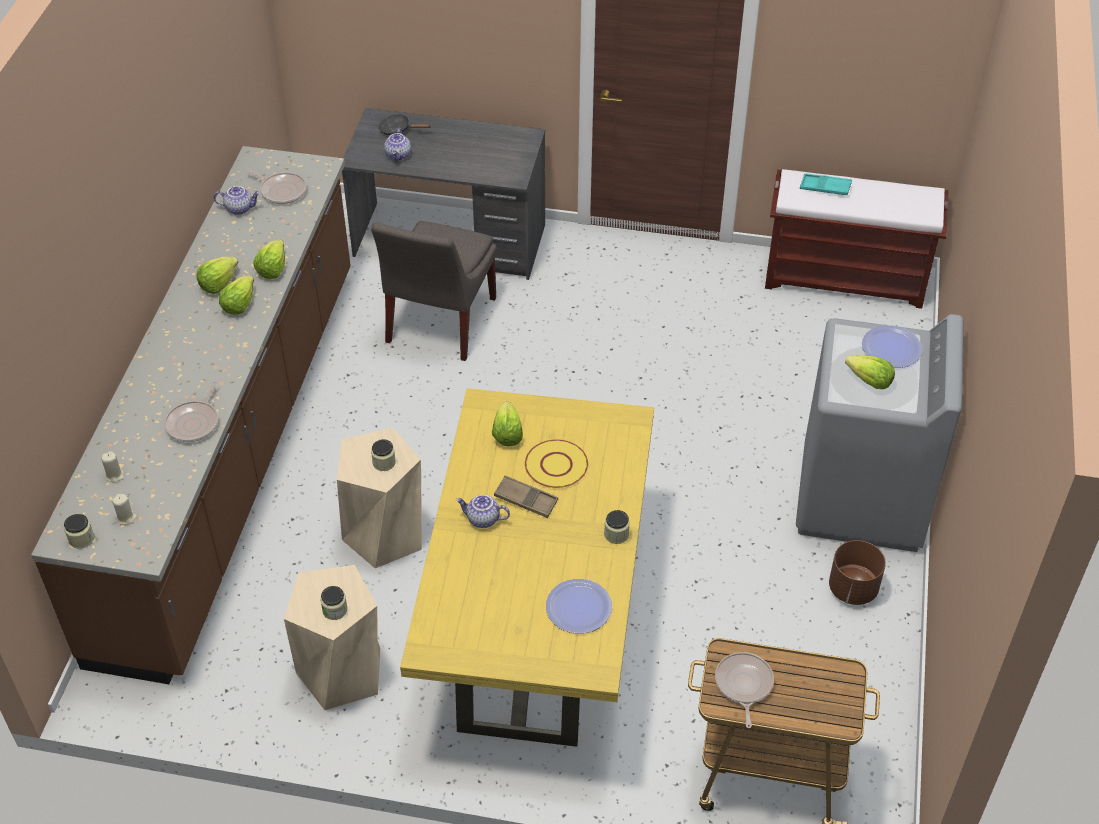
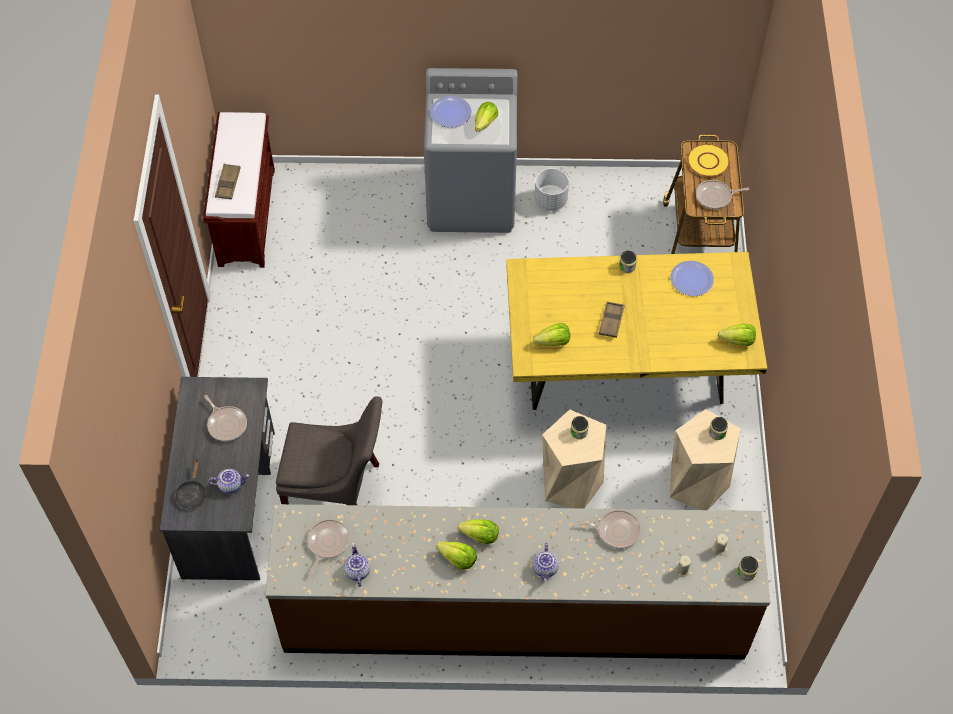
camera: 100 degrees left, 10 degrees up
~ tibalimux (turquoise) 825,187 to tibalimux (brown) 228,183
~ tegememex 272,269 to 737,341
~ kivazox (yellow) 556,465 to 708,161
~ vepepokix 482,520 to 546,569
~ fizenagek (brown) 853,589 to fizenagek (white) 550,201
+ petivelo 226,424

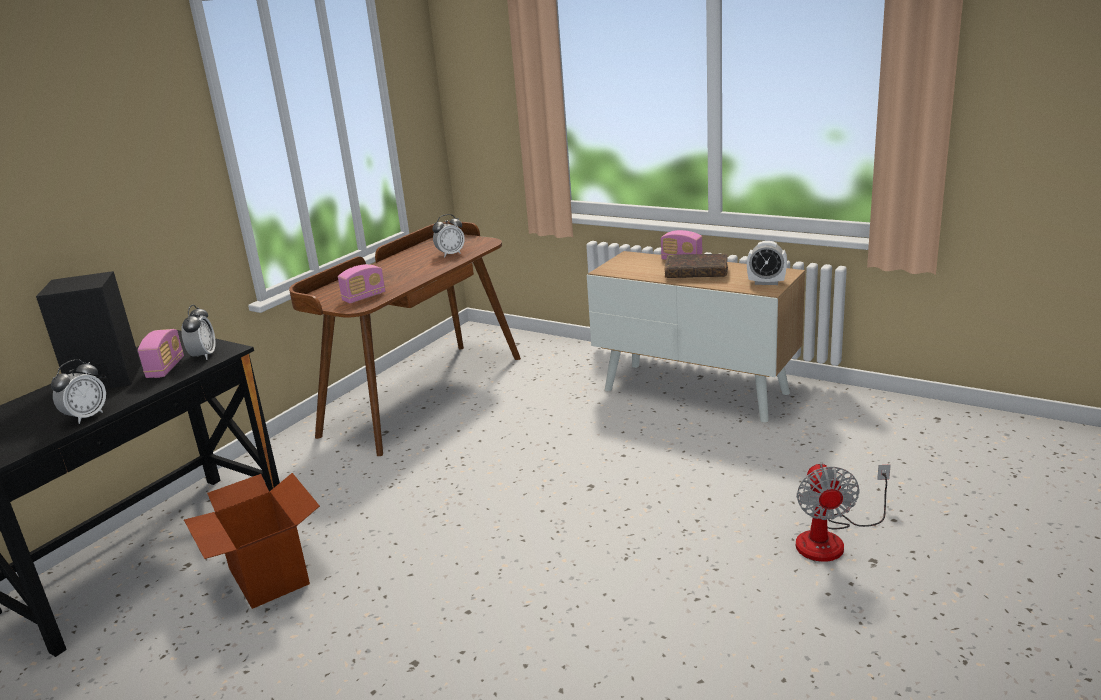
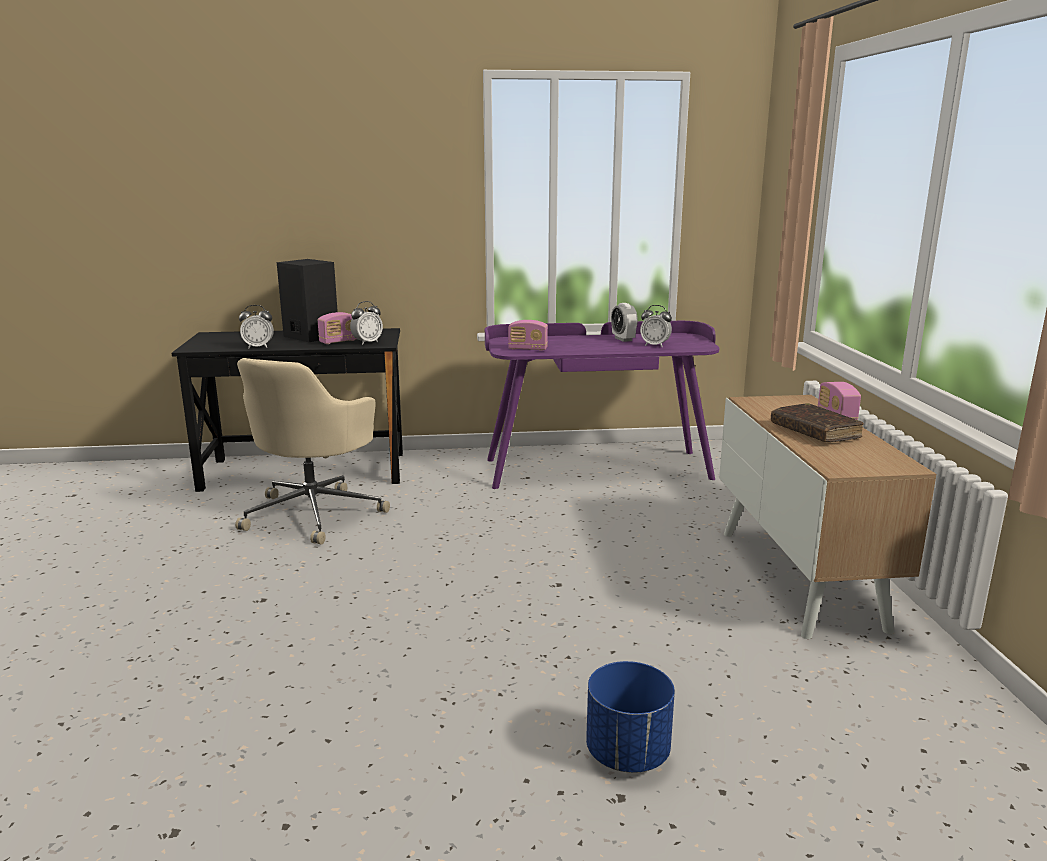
camera: 50 degrees right, 5 degrees down
~ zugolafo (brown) 423,394 to zugolafo (purple) 597,468
~ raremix 766,282 to 623,339
~ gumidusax 831,539 to fizenagek (blue) 628,753
~ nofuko 267,577 to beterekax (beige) 315,513

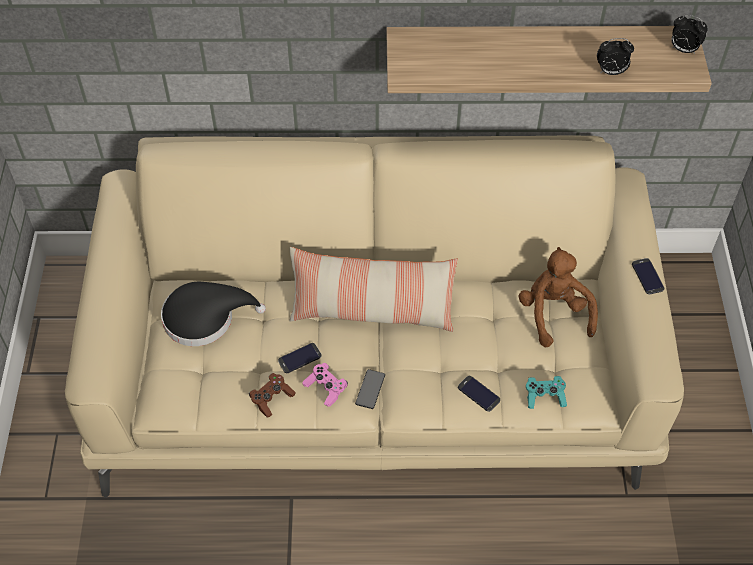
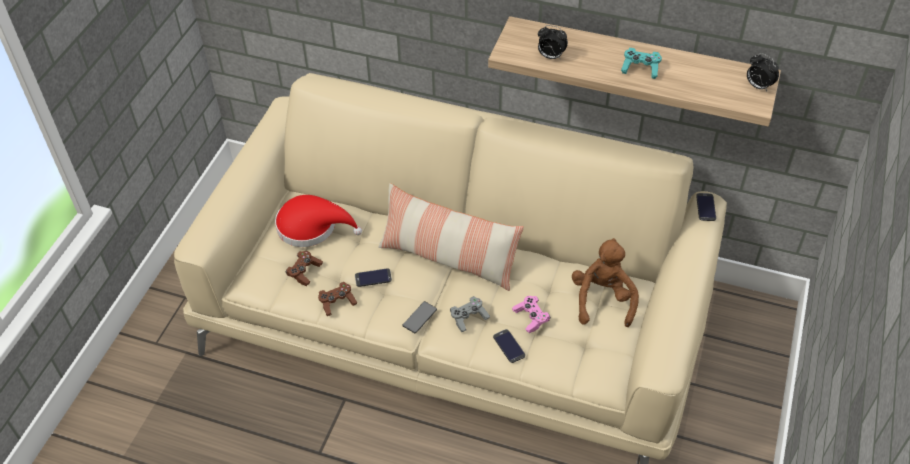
camera: 20 degrees right, 5 degrees down
~ raremix 611,72 to 550,57
~ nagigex 647,276 to 706,207
~ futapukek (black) 205,317 to futapukek (red) 312,226
~ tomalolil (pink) 326,388 to 531,318
~ tomalolil (turquoise) 544,396 to 640,69
+ tomalolil (brown) 304,272
+ tomalolil (grey) 468,318

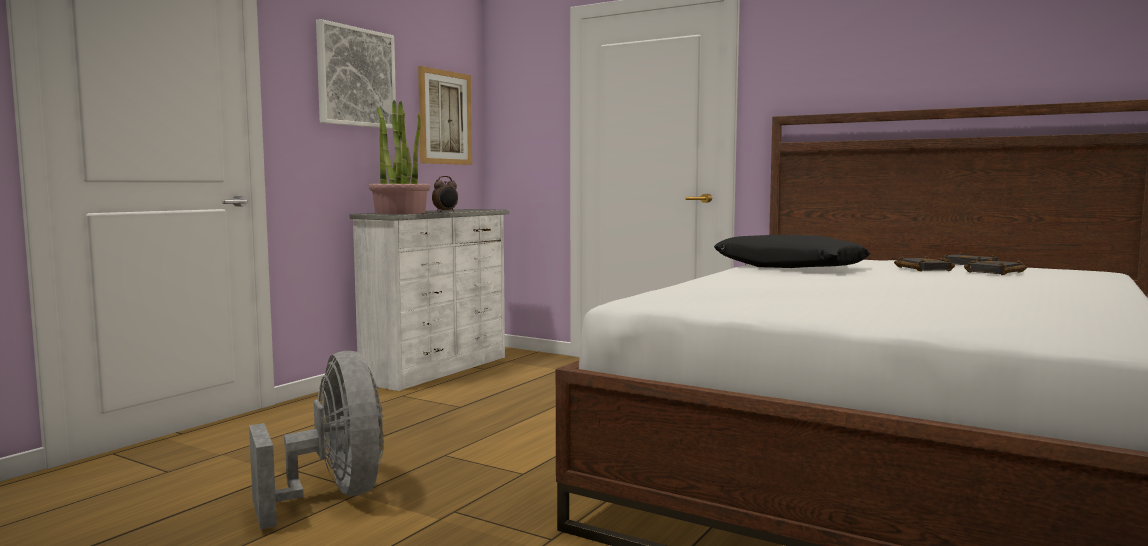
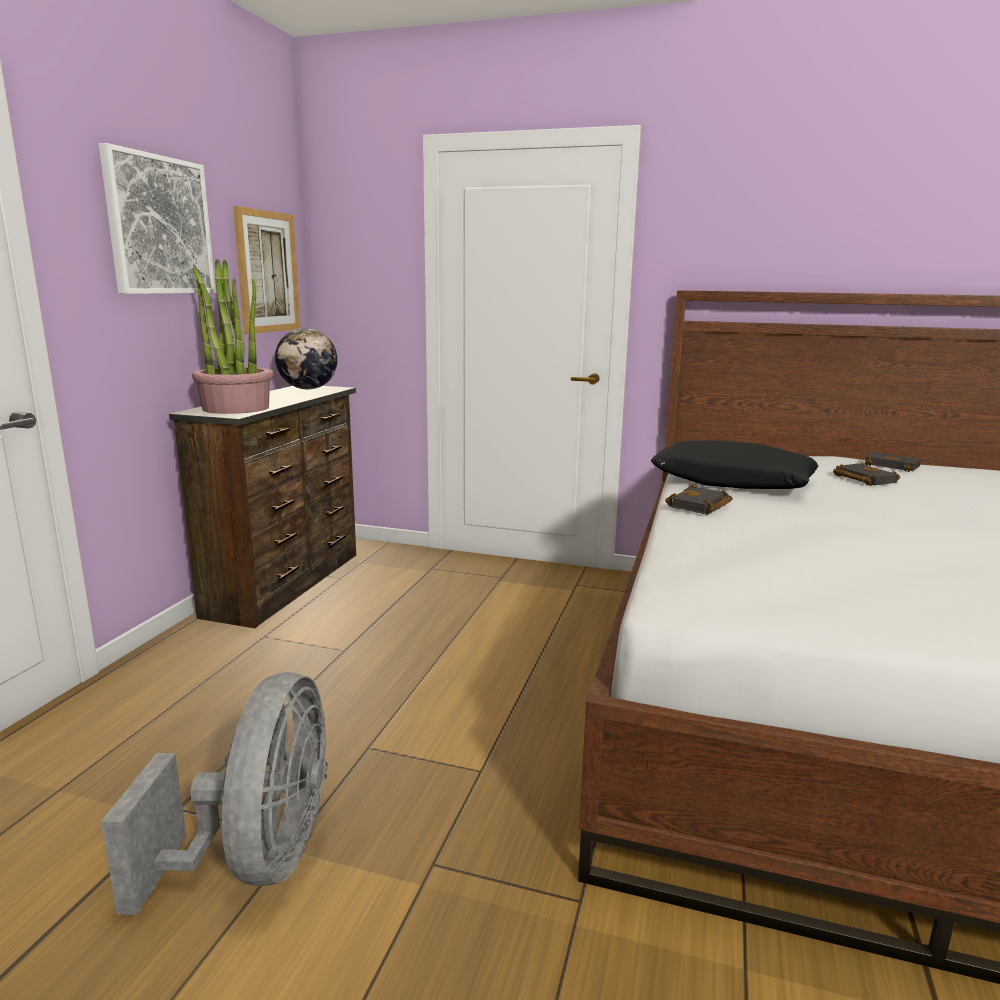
camera: 15 degrees left, 10 degrees up
- raremix 445,211
~ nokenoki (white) 439,369 to nokenoki (brown) 288,583
~ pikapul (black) 996,272 to 700,506
~ gumidusax (grey) 334,496 = 258,859 45 degrees clockwise
+ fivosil 308,389

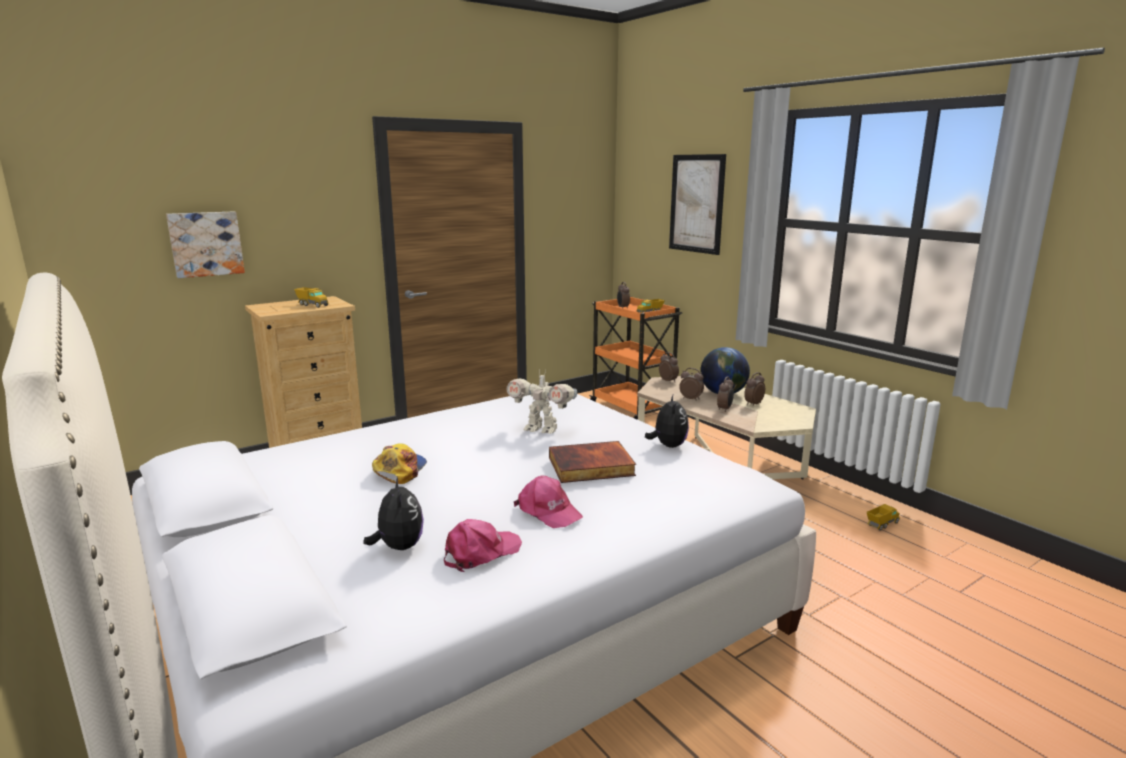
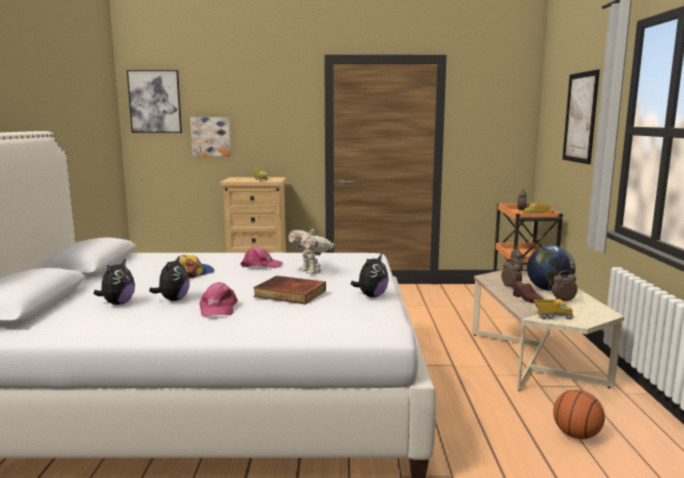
camera: 35 degrees right, 5 degrees down
~ raremix 725,409 to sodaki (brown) 527,299
~ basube 882,525 to 552,317
~ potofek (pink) 480,553 to 261,265
+ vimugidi 155,101
+ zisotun 173,299
+ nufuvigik 576,435

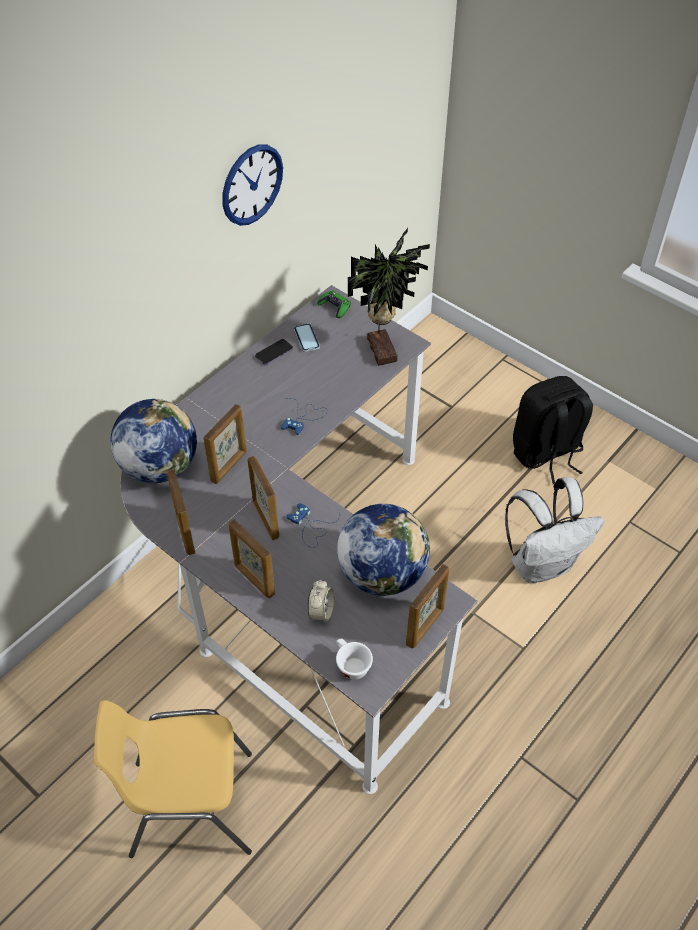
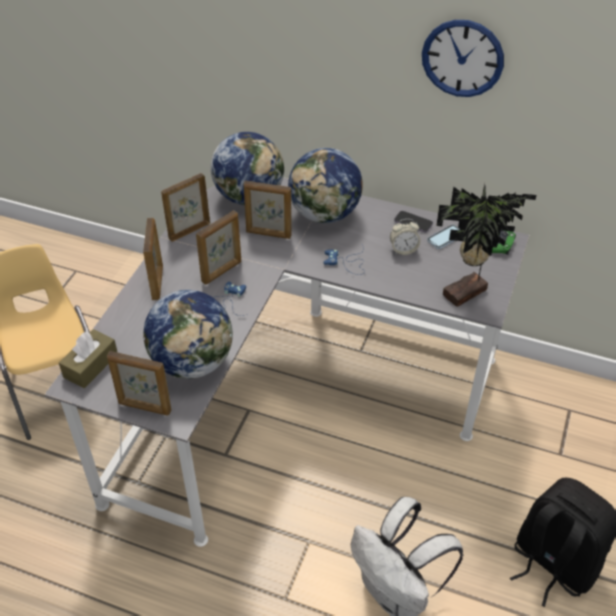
camera: 70 degrees right, 5 degrees down
~ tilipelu 254,580 = 157,282 150 degrees clockwise
~ raremix 321,612 to 403,250
~ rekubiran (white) 350,665 to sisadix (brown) 91,365
+ fivosil 325,214

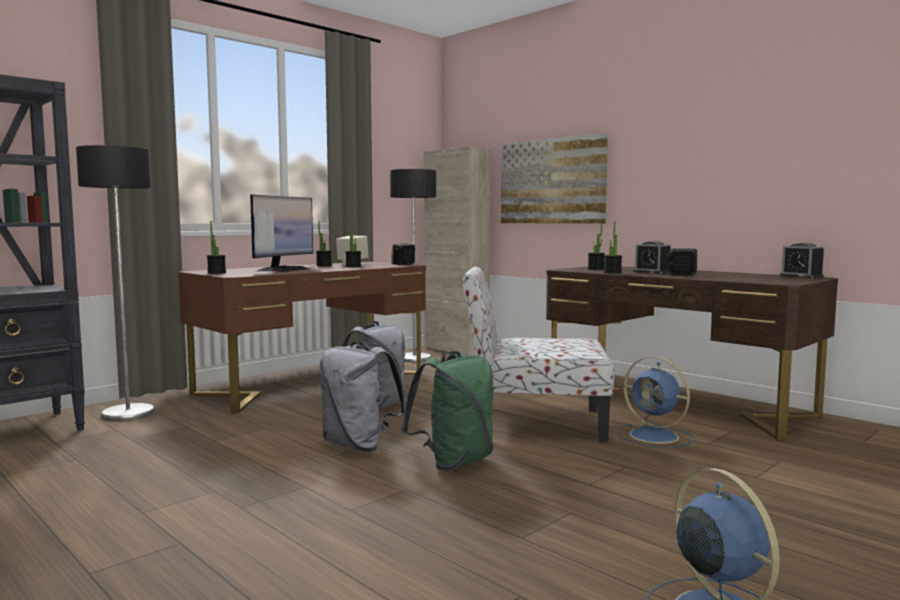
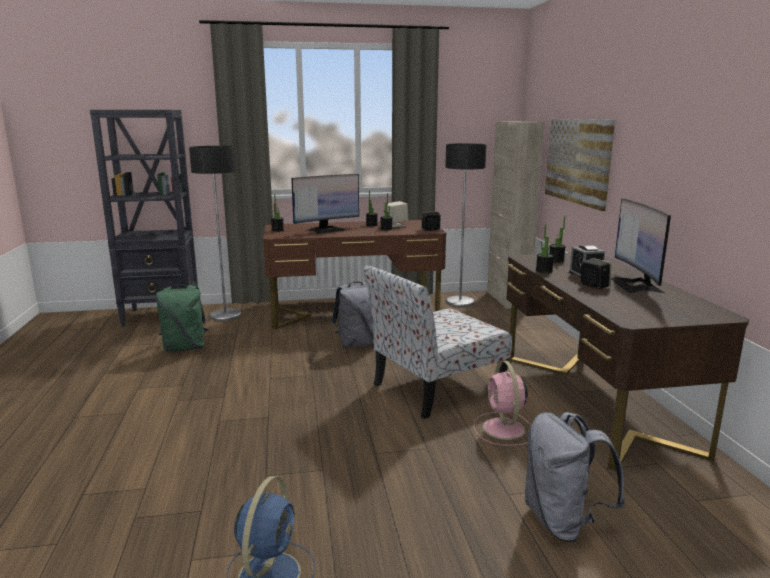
camera: 35 degrees right, 10 degrees up
- raremix 801,276
~ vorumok 534,423 = 435,389 75 degrees counterclockwise
~ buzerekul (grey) 359,445 to 563,522
~ buzerekul (green) 454,462 to 185,348
~ gumidusax (blue) 656,436 to gumidusax (pink) 504,430
+ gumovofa 636,285

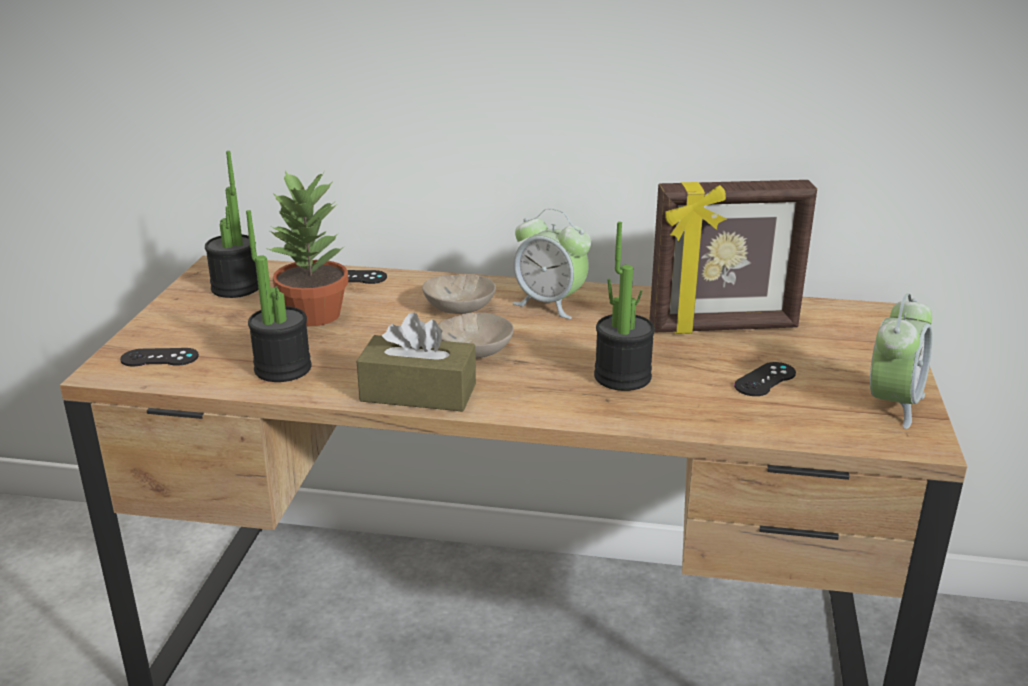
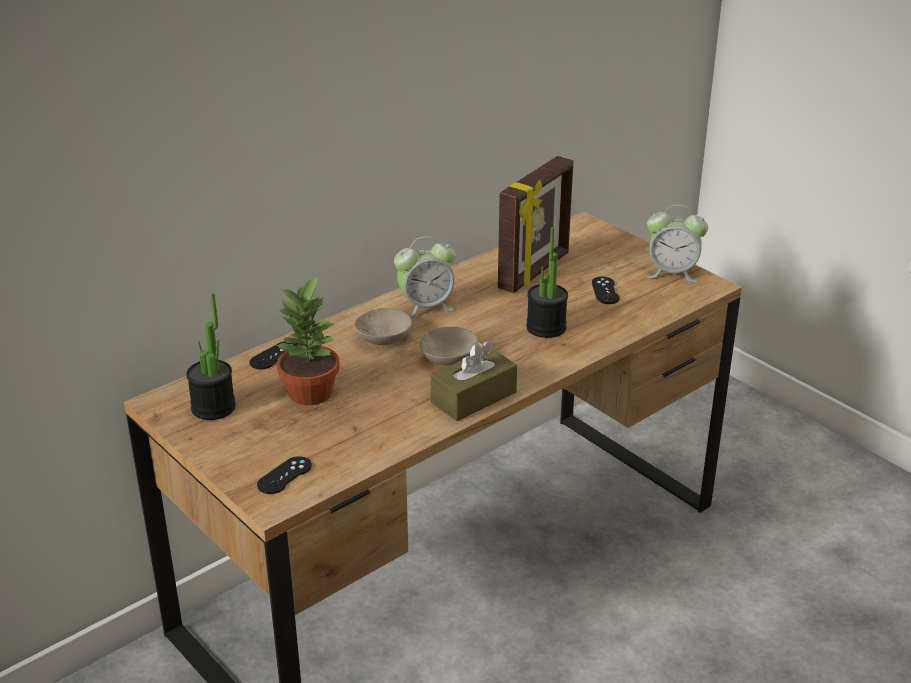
camera: 50 degrees left, 5 degrees up
- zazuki 283,369
~ raremix 893,404 = 672,273 120 degrees clockwise

